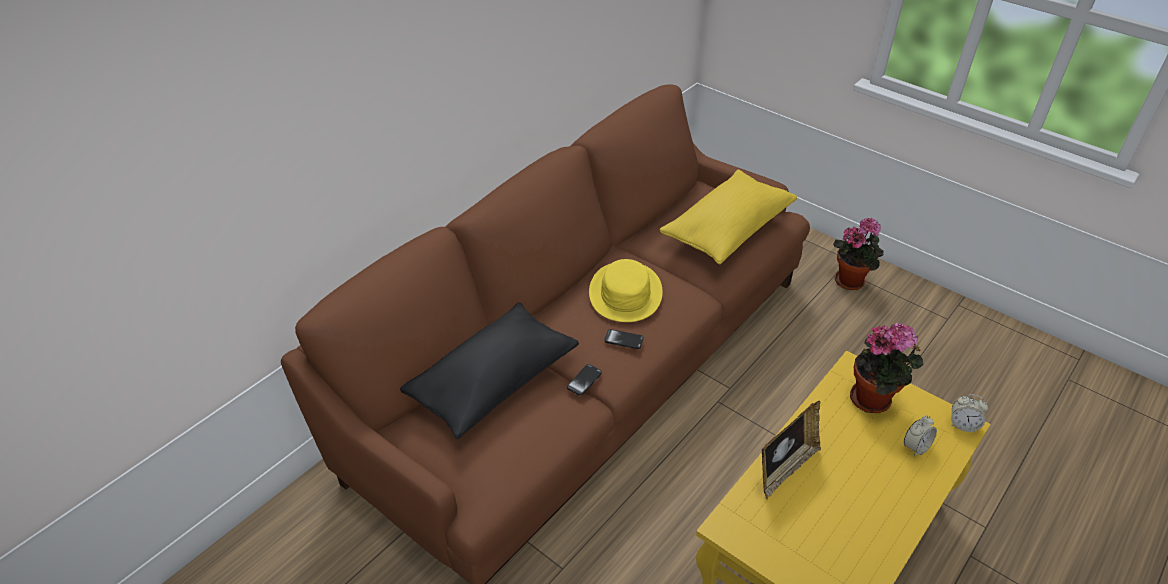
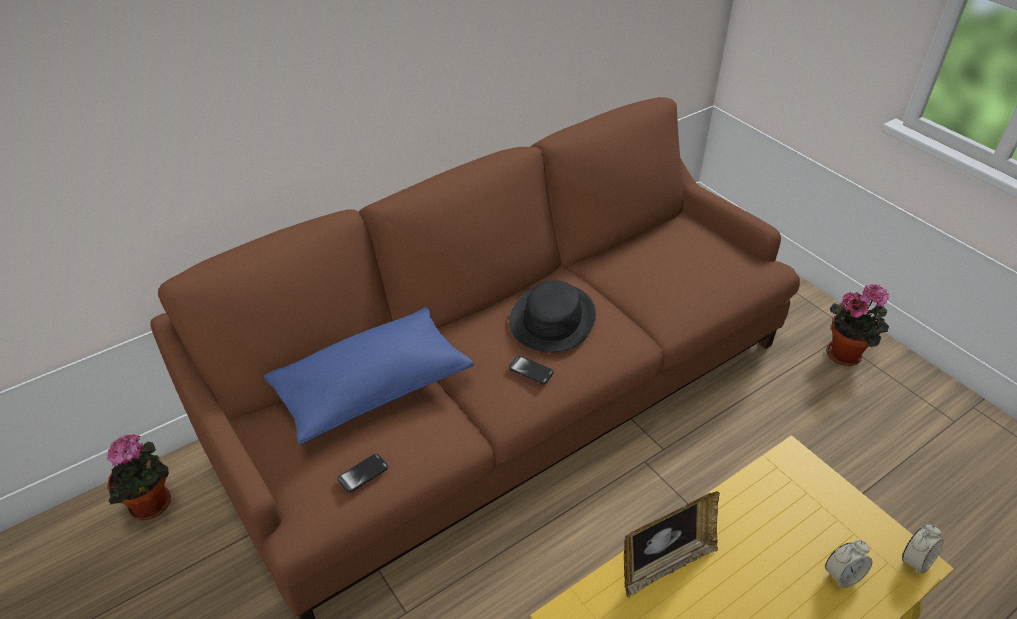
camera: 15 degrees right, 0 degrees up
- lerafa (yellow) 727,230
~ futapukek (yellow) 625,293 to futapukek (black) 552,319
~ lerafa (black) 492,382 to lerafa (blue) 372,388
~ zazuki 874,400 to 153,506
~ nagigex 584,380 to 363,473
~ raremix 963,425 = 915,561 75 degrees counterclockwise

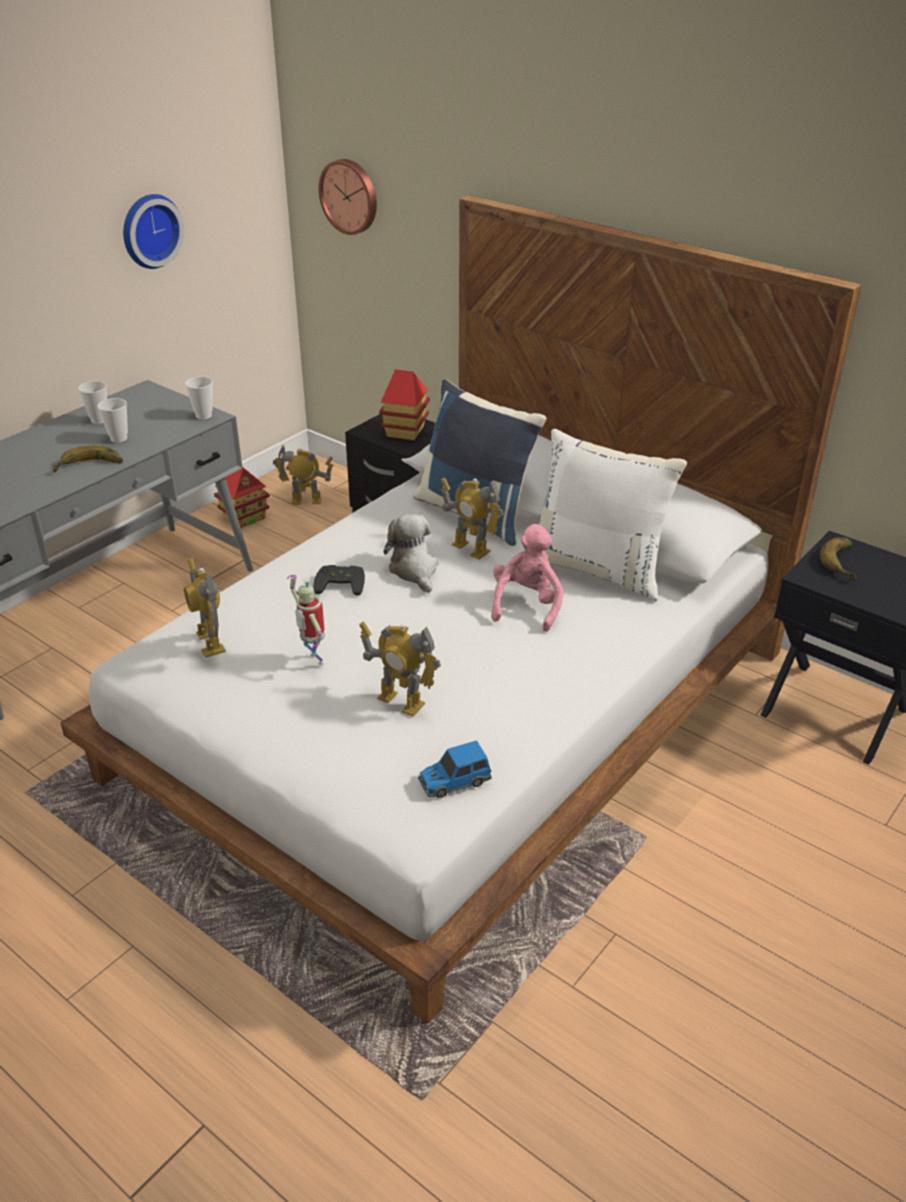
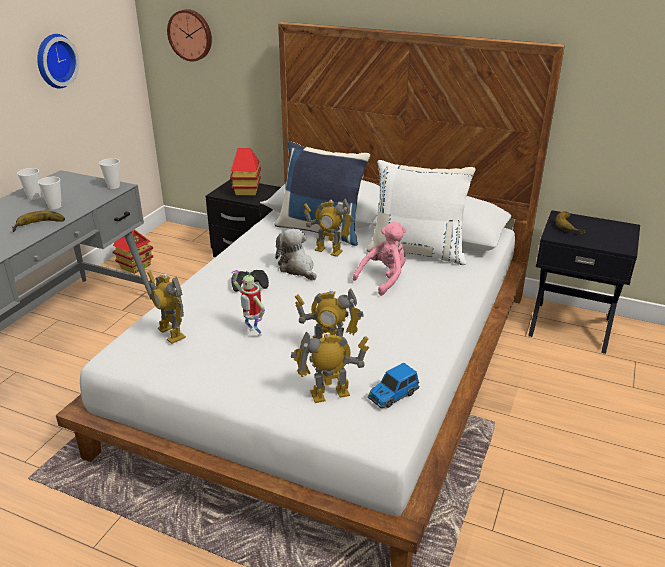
camera: 15 degrees left, 5 degrees down
~ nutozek 306,501 to 330,394
~ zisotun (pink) 527,605 = 384,279 45 degrees clockwise

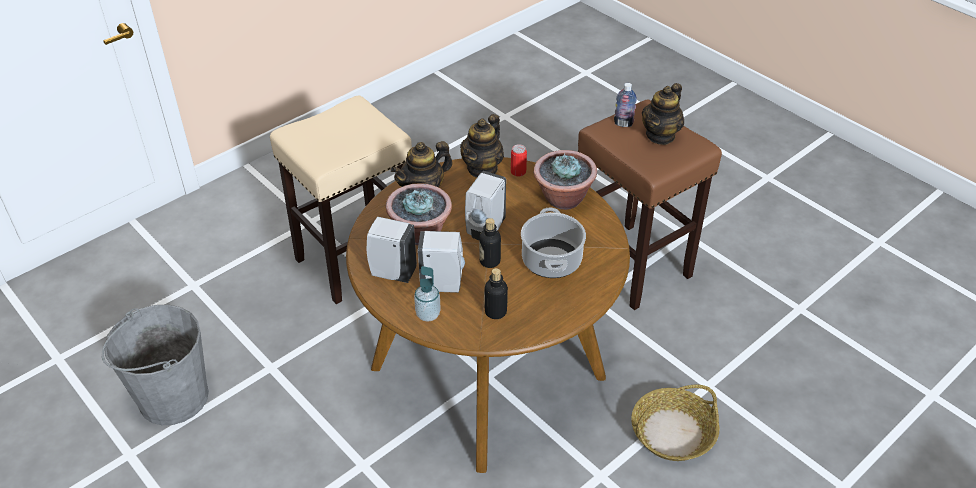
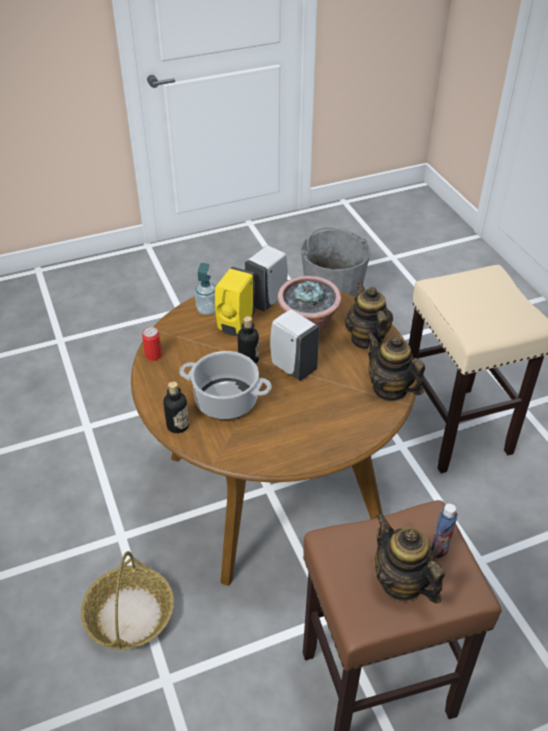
camera: 110 degrees right, 0 degrees up
~ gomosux 518,172 to 153,355
- zazuki 563,199
~ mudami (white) 443,285 to mudami (yellow) 235,325
~ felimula 495,312 to 178,425

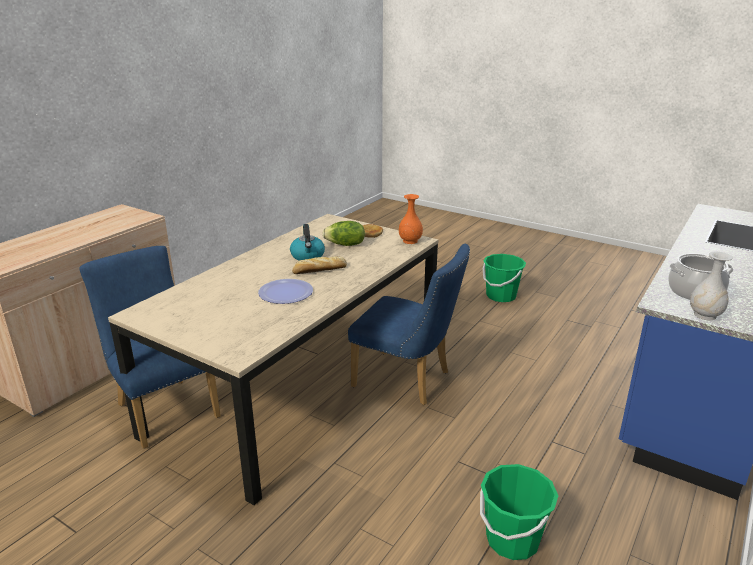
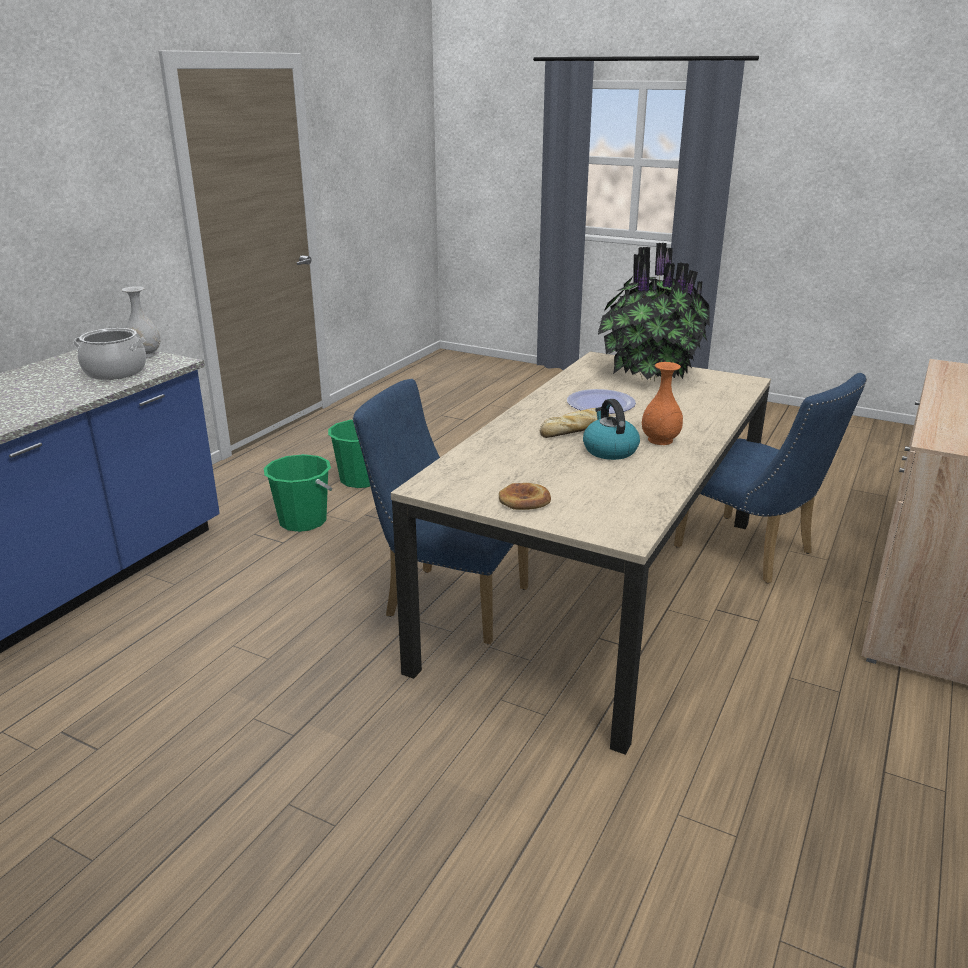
camera: 175 degrees right, 0 degrees up
~ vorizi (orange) 410,241 to 660,440
- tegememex 345,244
~ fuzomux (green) 501,296 to 303,521
+ zazuki 648,374

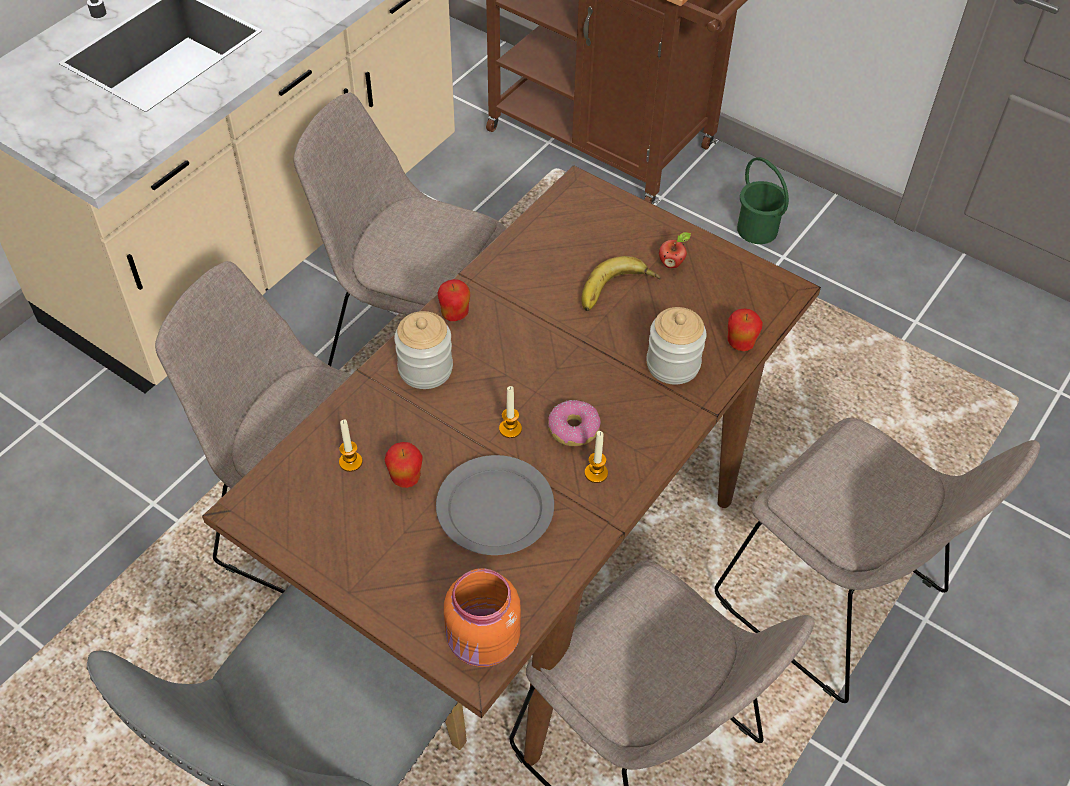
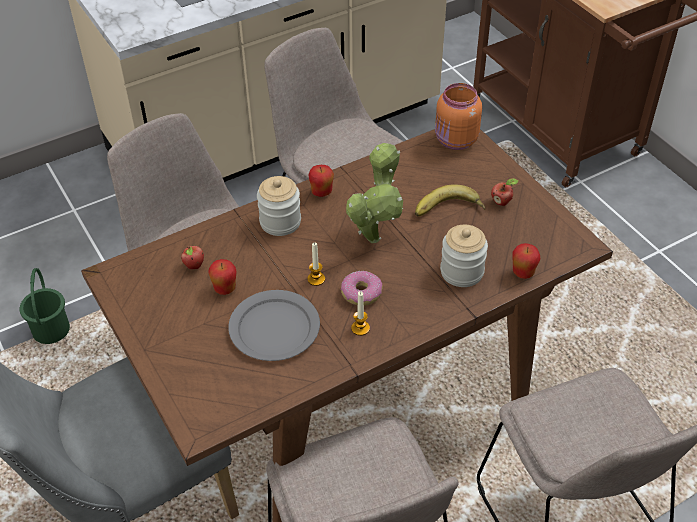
camera: 25 degrees right, 5 degrees down
~ fuzomux (green) 757,229 to 52,330
~ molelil 350,462 to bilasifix 194,266
~ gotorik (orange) 483,643 to 455,141
+ zazuki 375,235

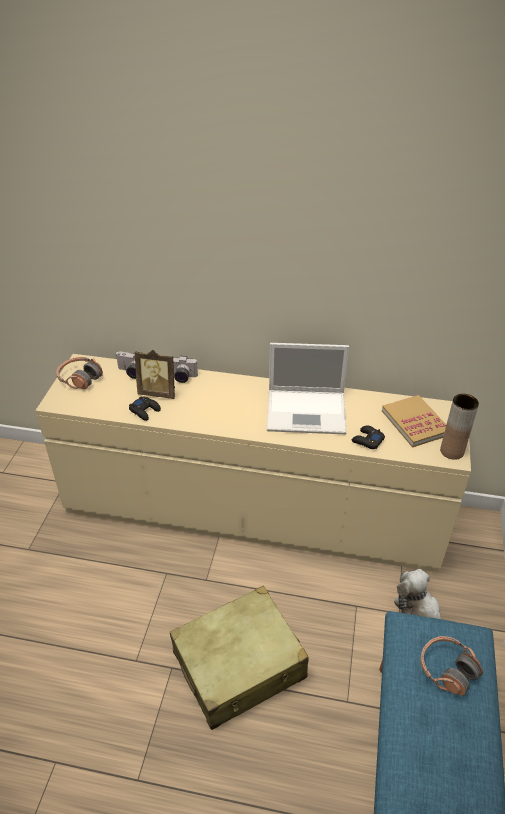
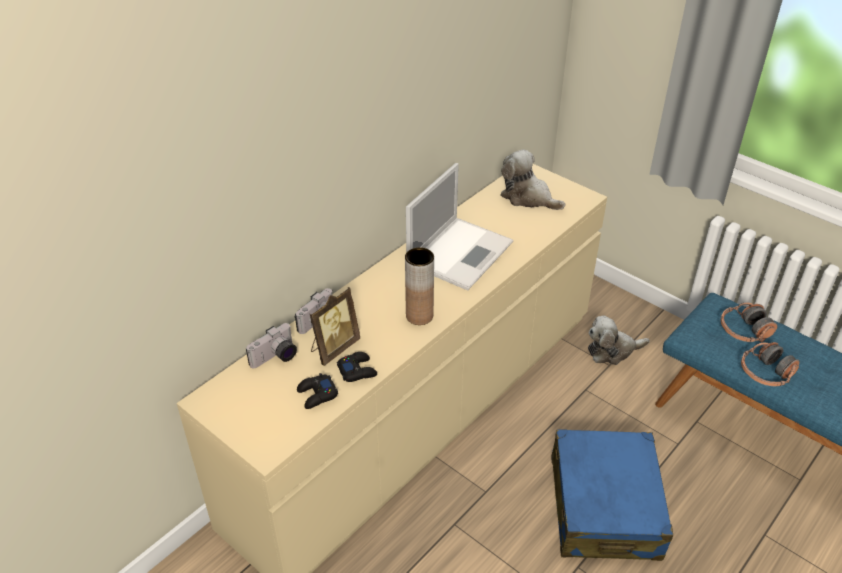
camera: 60 degrees left, 0 degrees up
~ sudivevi 80,378 to 766,373
~ vorizi (brown) 452,451 to 419,316
~ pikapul 415,422 to zisotun 528,197
~ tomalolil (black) 367,440 to 317,395
~ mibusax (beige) 239,666 to mibusax (blue) 604,507

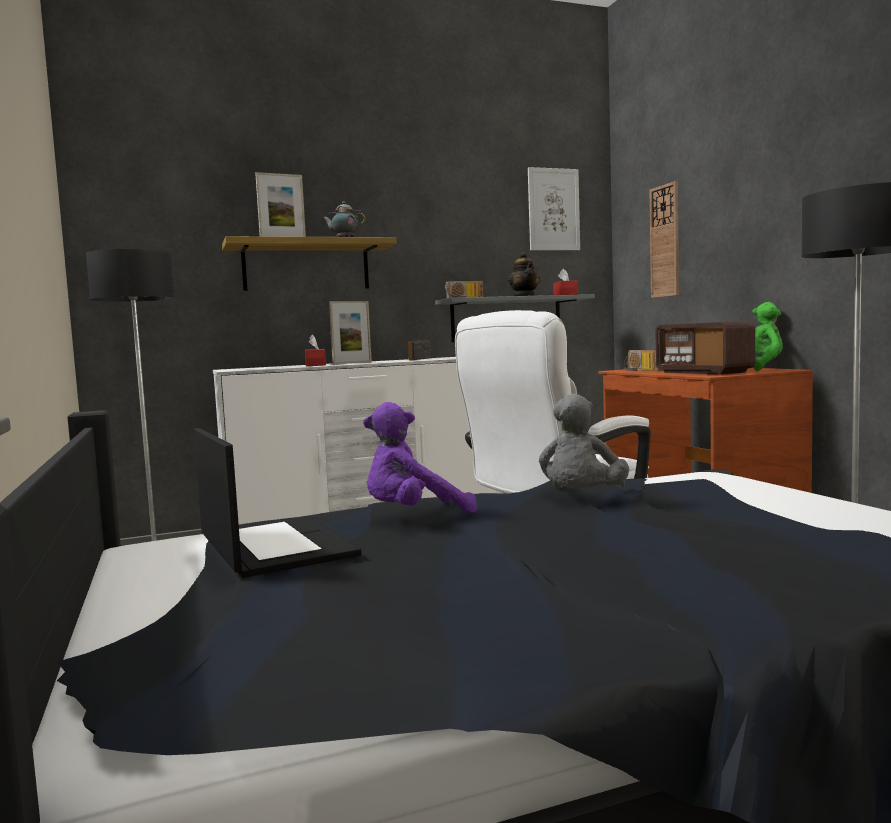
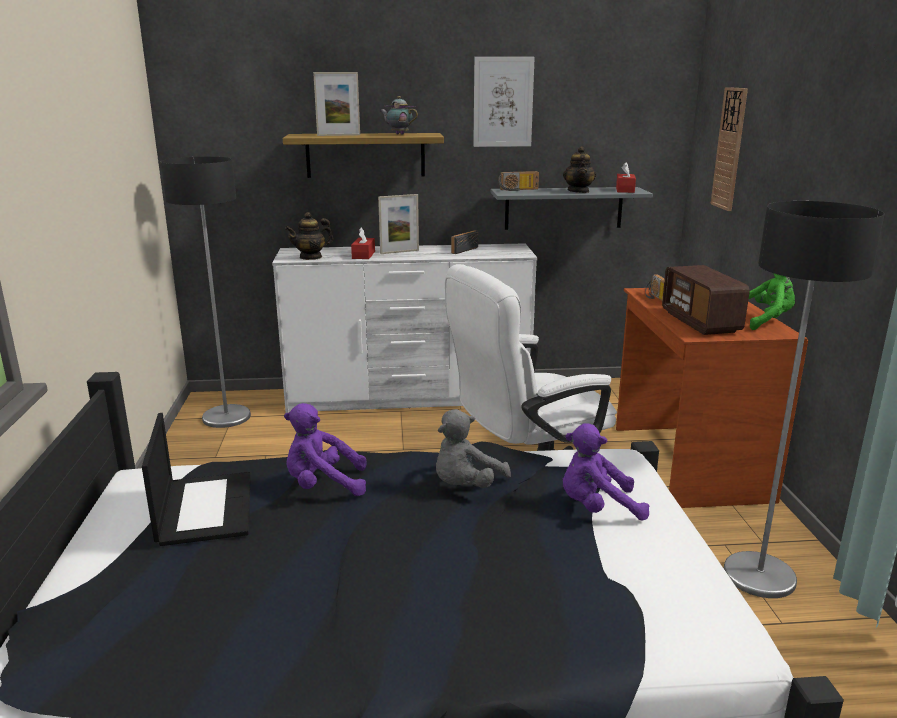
camera: 15 degrees right, 15 degrees up
~ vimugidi 553,209 to 503,102
+ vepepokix 311,257
+ zisotun (purple) 597,508

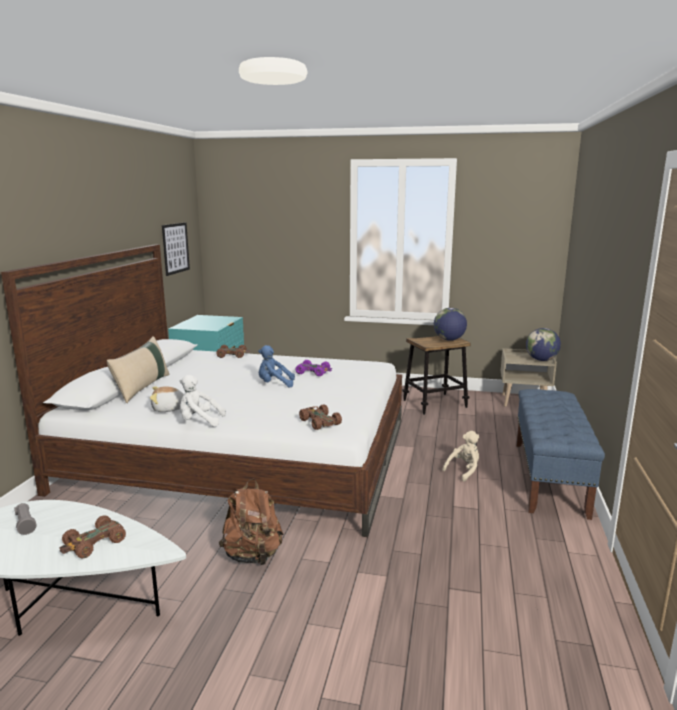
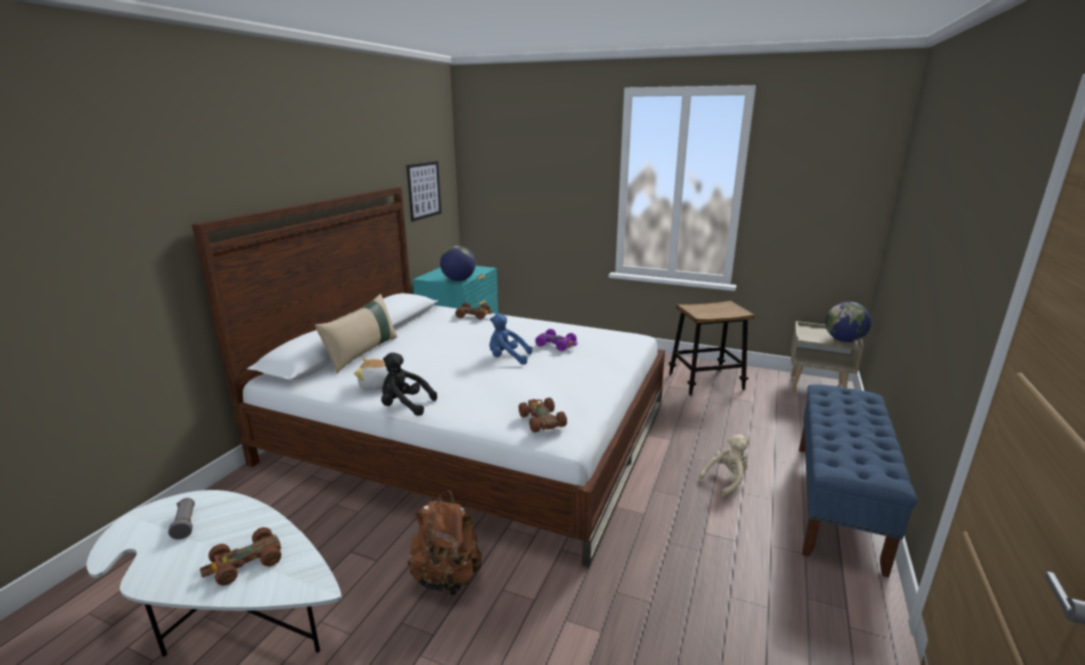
camera: 10 degrees right, 5 degrees up
~ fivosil 449,340 to 458,280
~ zisotun (white) 199,421 to zisotun (black) 405,406

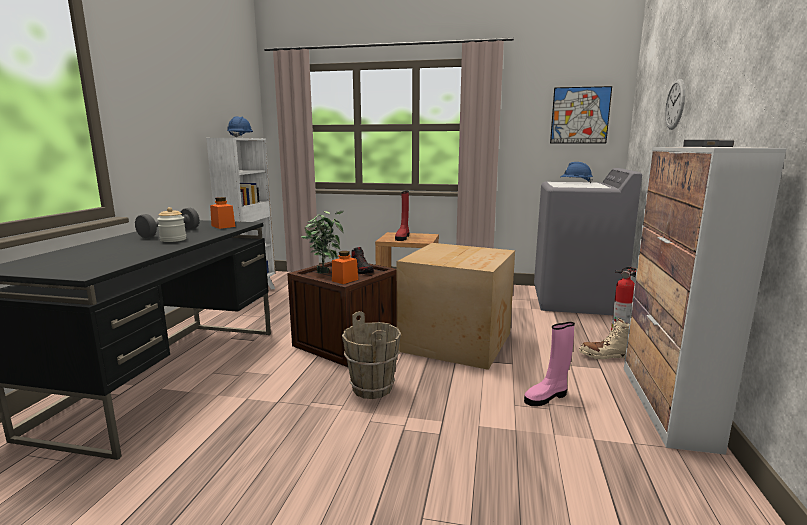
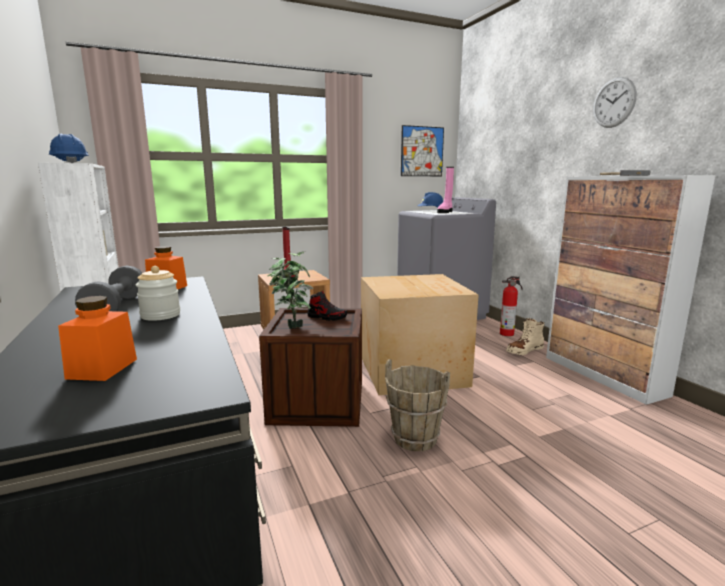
camera: 35 degrees left, 0 degrees up
~ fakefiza 675,104 to 614,102
~ gotorik (orange) 345,280 to 102,368
~ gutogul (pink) 547,397 to 445,212

